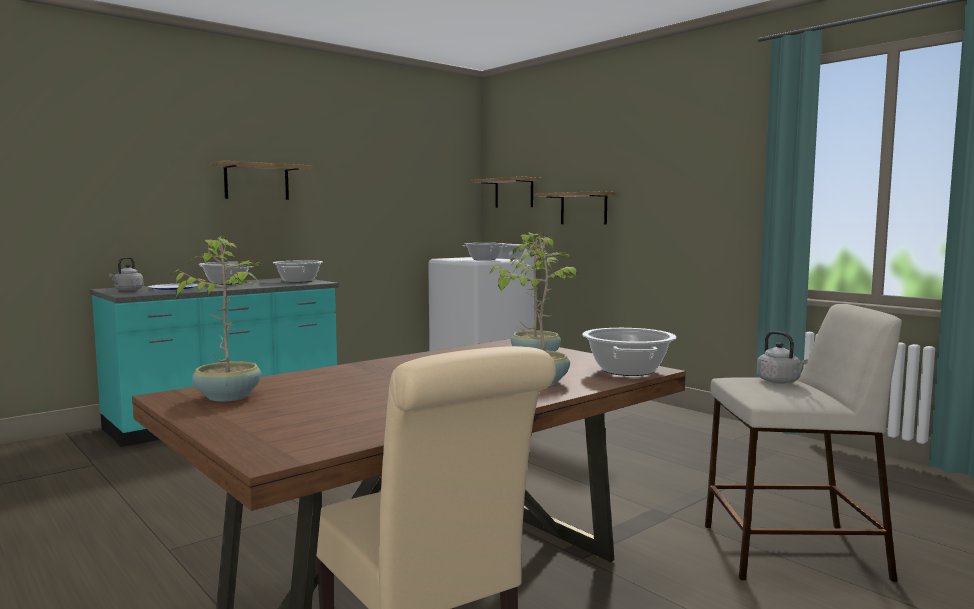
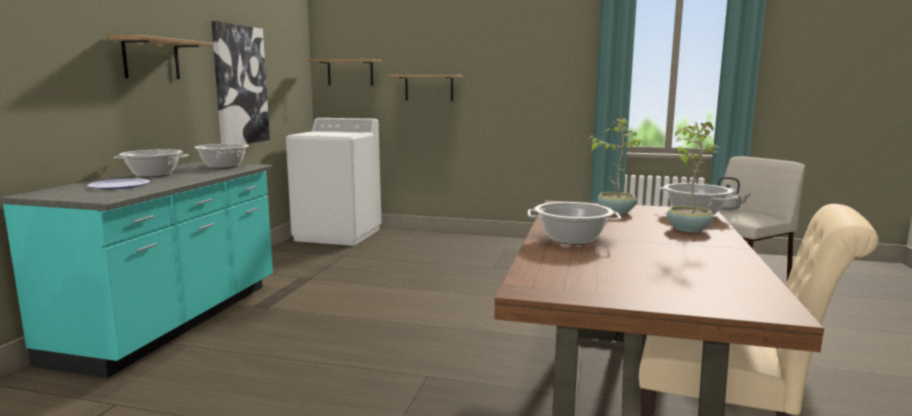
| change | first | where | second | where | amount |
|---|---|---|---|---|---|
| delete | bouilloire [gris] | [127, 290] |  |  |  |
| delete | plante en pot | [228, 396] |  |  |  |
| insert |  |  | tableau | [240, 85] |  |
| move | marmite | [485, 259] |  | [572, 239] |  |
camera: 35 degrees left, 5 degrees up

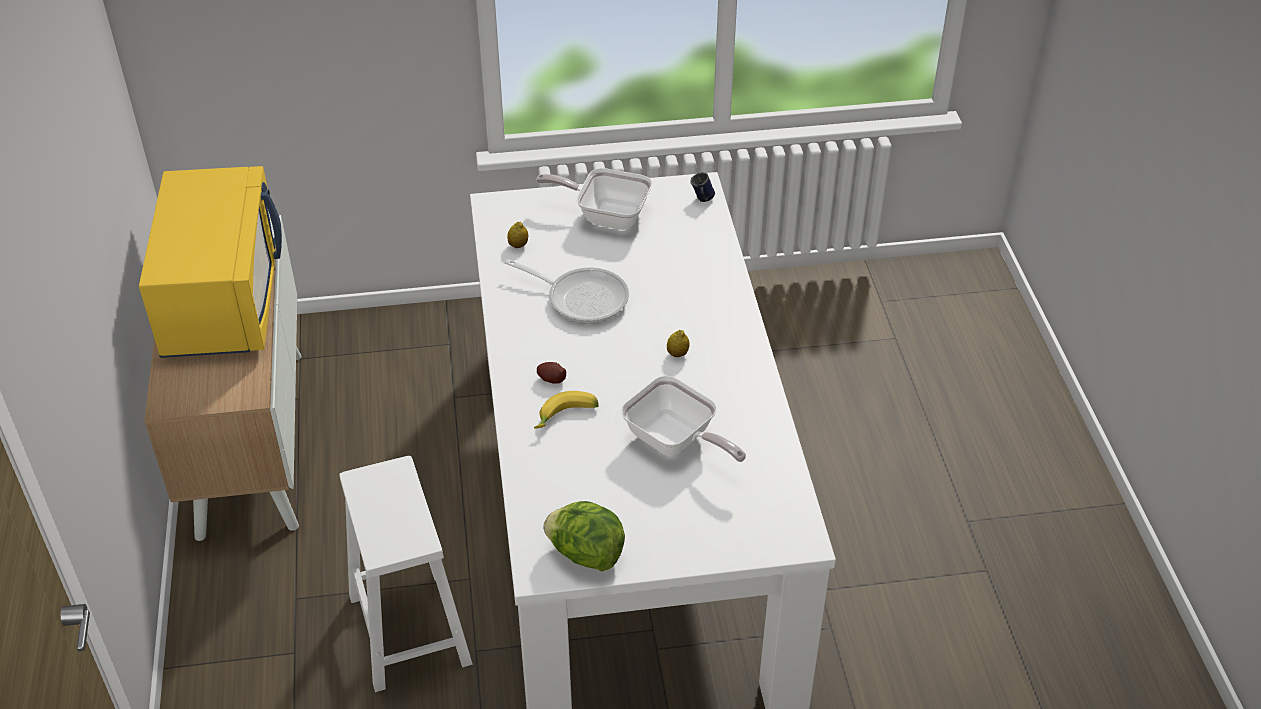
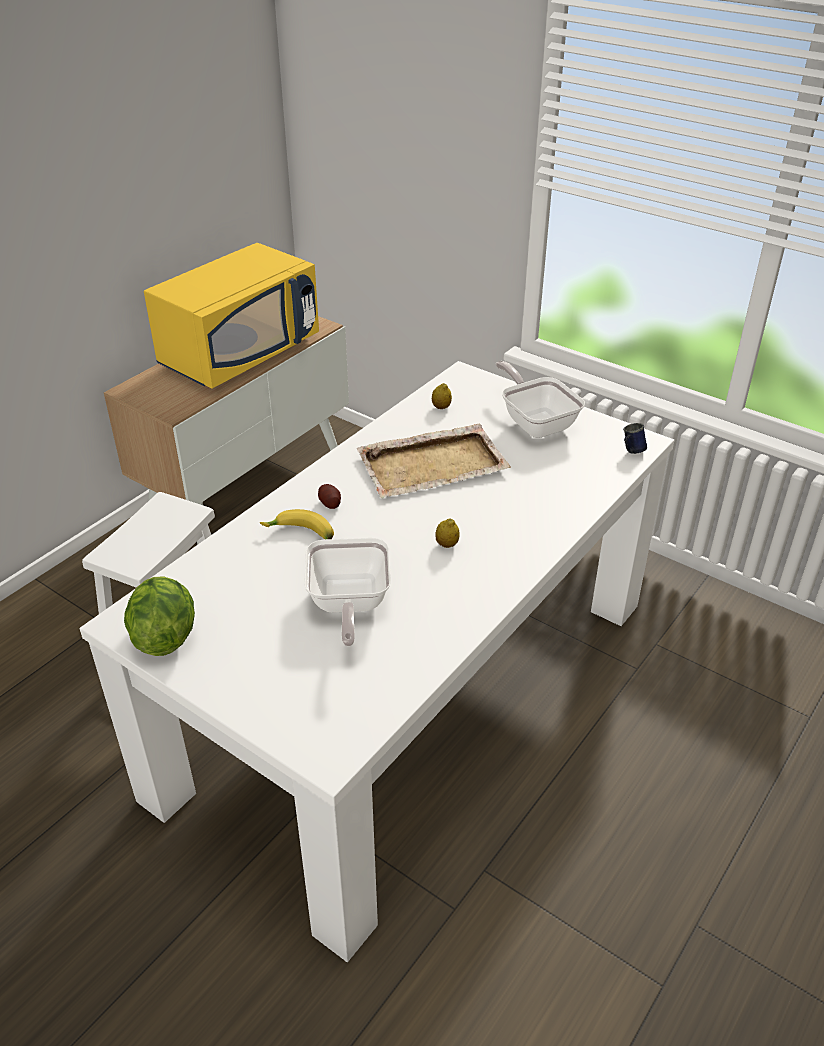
| change | first | where | second | where | amount |
|---|---|---|---|---|---|
| replace | poêle | [581, 298] | plateau [beige] | [434, 464] |  |
camera: 45 degrees right, 5 degrees down

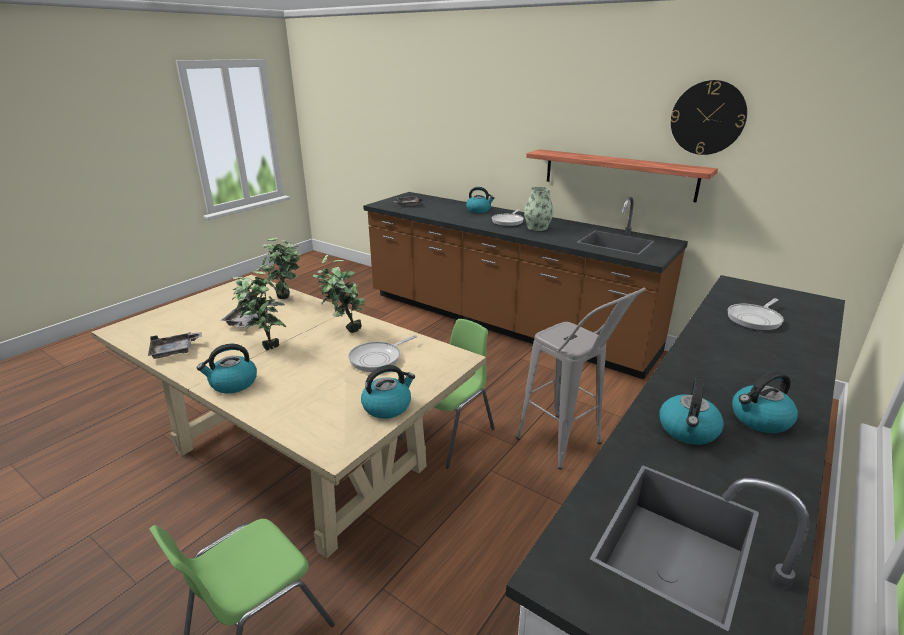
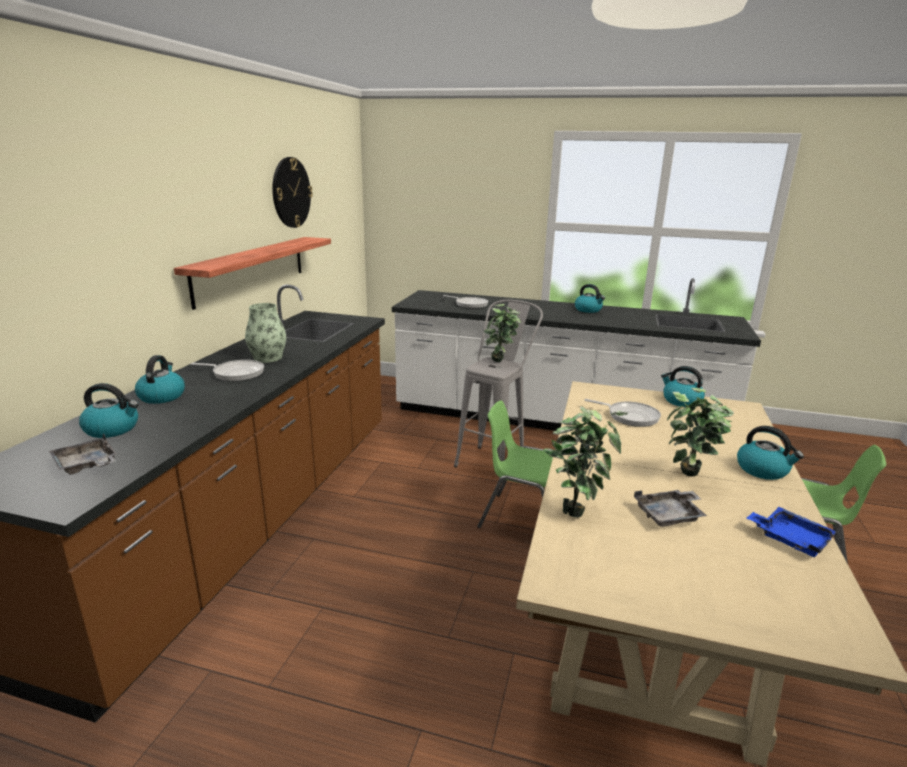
| change | first | where | second | where | amount |
|---|---|---|---|---|---|
| move | plante en pot | [344, 331] |  | [501, 363] |  |
| move | bouilloire | [688, 430] |  | [113, 429] |  |
| recolor | plateau [gris] | [175, 351] | plateau [bleu] | [790, 538] |  |
camera: 110 degrees left, 5 degrees down

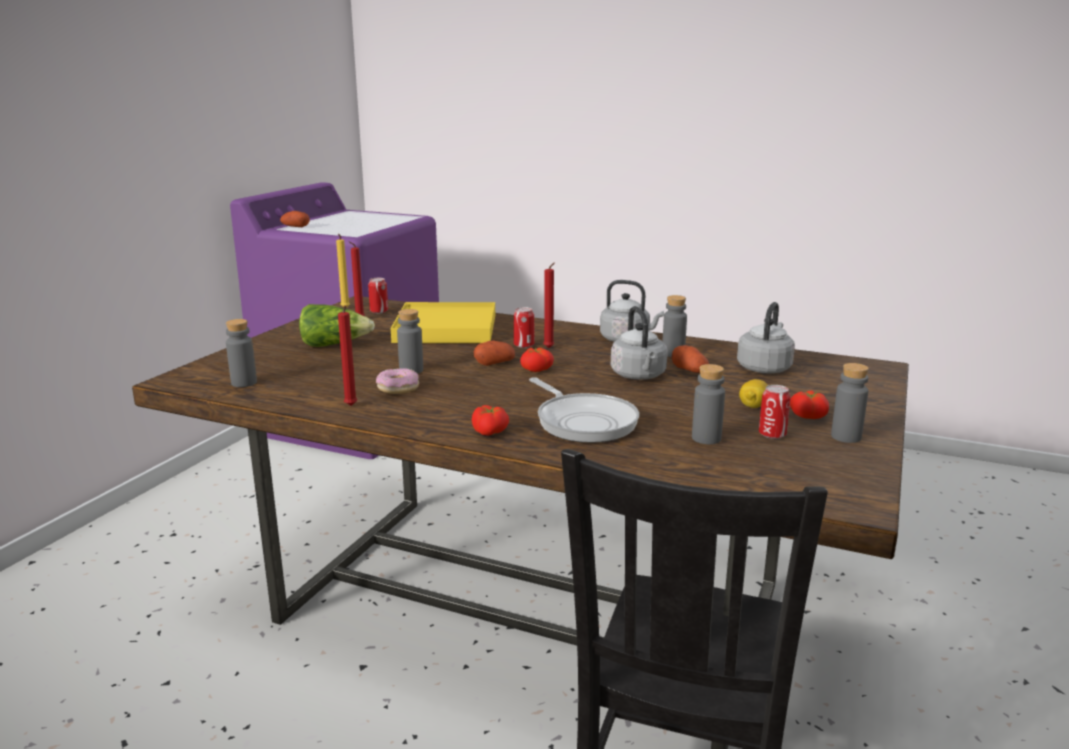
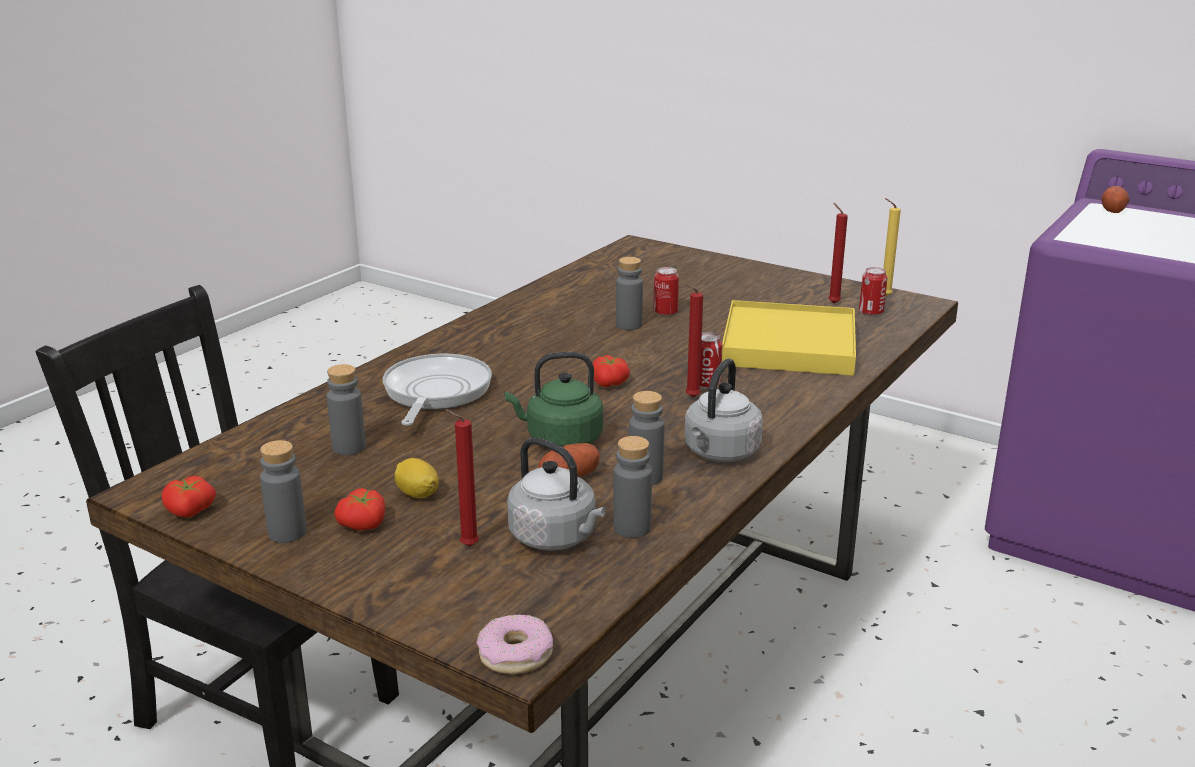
| change | first | where | second | where | amount |
|---|---|---|---|---|---|
| delete | laitue | [334, 344] |  |  |  |
| delete | pomme de terre | [494, 363] |  |  |  |
| move | bouteille [gris] | [244, 383] |  | [632, 528] |  |
| move | bougie [rouge] | [351, 406] |  | [466, 546] |  |
| move | beignet | [398, 388] |  | [515, 654] |  |
| move | tomate | [491, 432] |  | [190, 512] |  |
| move | boîte métallique | [772, 434] |  | [665, 312] |  |
| recolor | bouilloire [gris] | [639, 376] | bouilloire [vert] | [560, 439] |  |
| rotate | poêle | [583, 422] |  | [435, 392] | 120 degrees clockwise |
camera: 100 degrees right, 5 degrees up

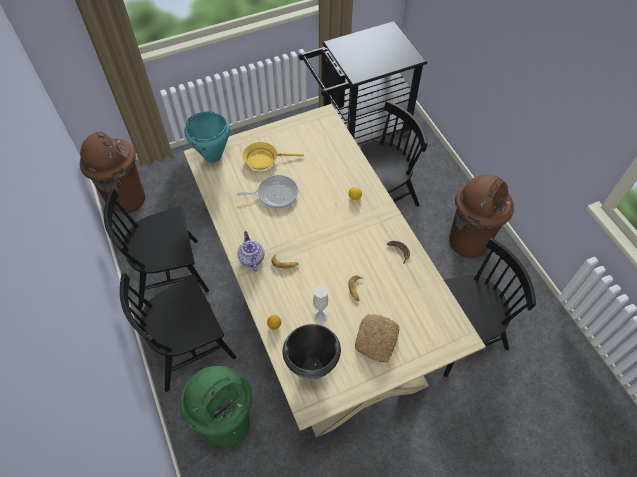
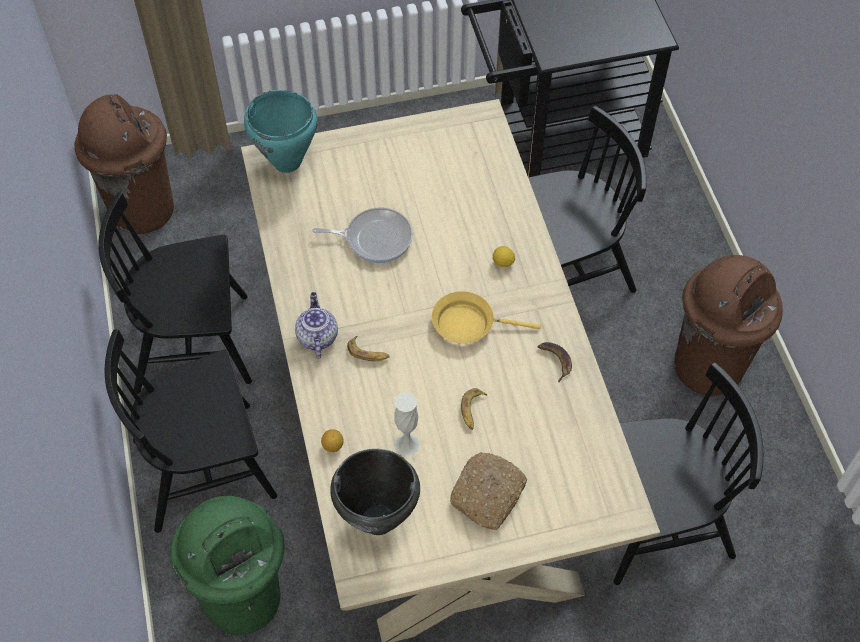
| change | first | where | second | where | amount |
|---|---|---|---|---|---|
| move | poêle [jaune] | [264, 159] |  | [468, 324] |  |
camera: 10 degrees right, 0 degrees up

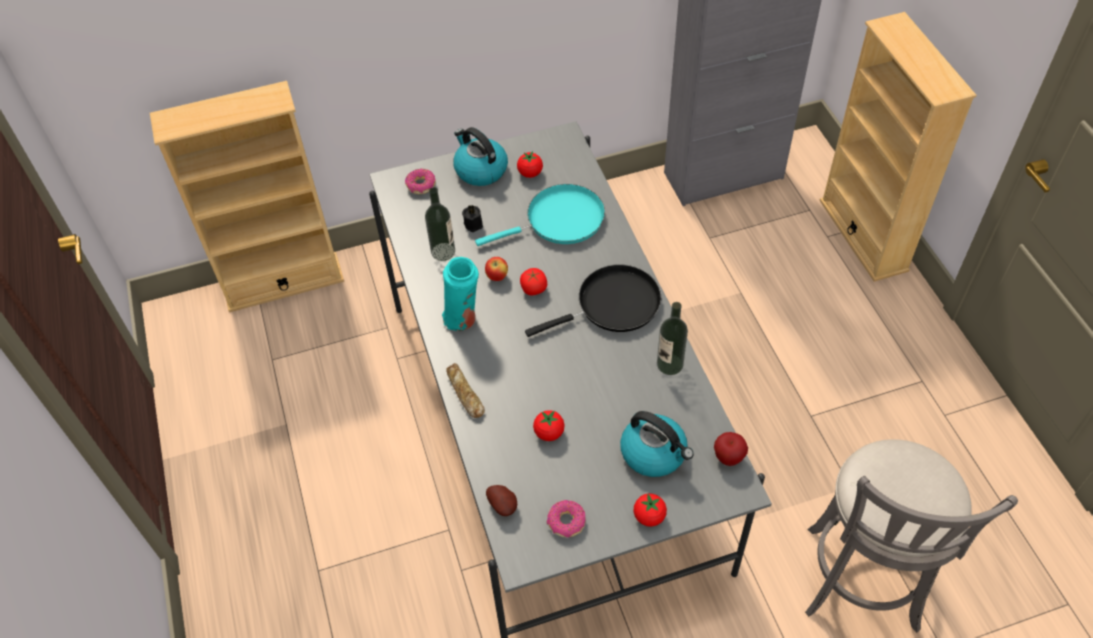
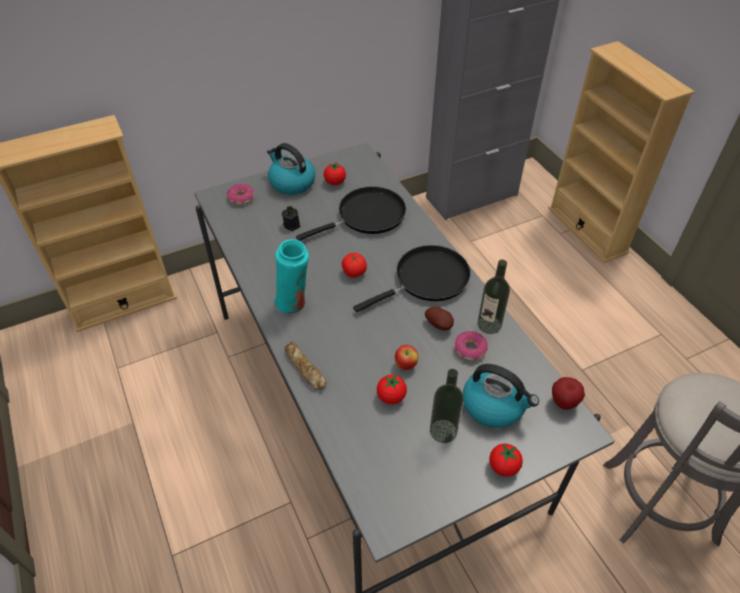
| change | first | where | second | where | amount |
|---|---|---|---|---|---|
| move | bouteille | [443, 251] |  | [443, 431] |  |
| move | pomme | [497, 277] |  | [406, 365] |  |
| move | pomme de terre | [504, 505] |  | [439, 325] |  |
| move | beignet | [566, 522] |  | [470, 349] |  |
| recolor | poêle [turquoise] | [559, 220] | poêle [noir] | [367, 216] |  |
camera: 10 degrees left, 5 degrees down

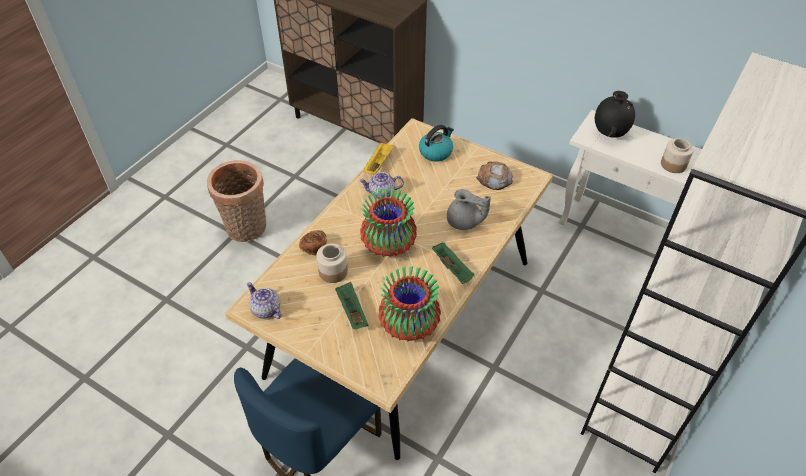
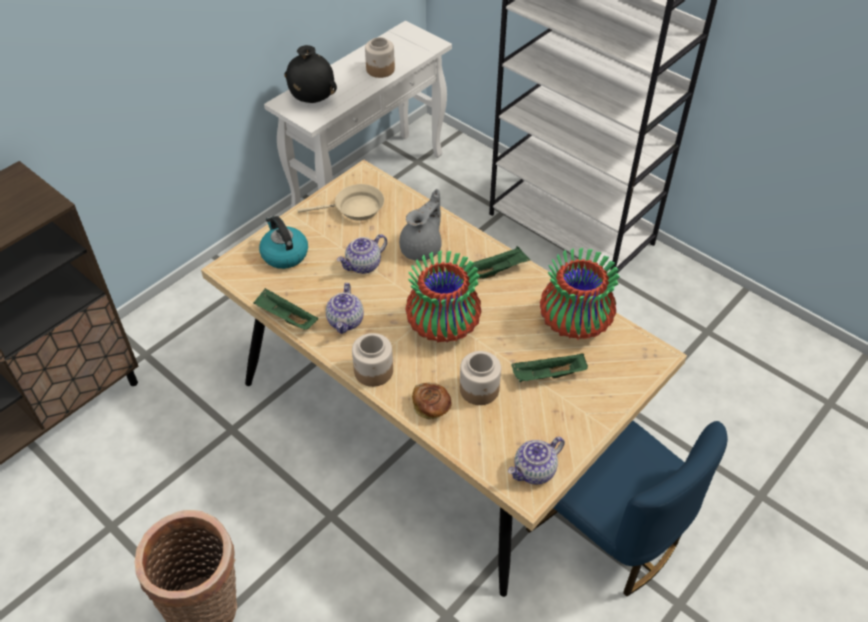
| change | first | where | second | where | amount |
|---|---|---|---|---|---|
| insert |  |  | théière | [363, 265] |  |
| insert |  |  | bocal | [373, 371] |  |
| replace | pain | [494, 178] | poêle [beige] | [355, 209] |  |
| recolor | plateau [jaune] | [378, 164] | plateau [vert] | [285, 318] |  |
camera: 80 degrees left, 0 degrees up

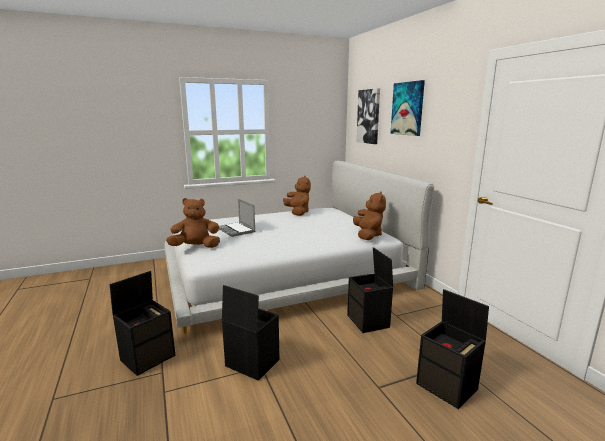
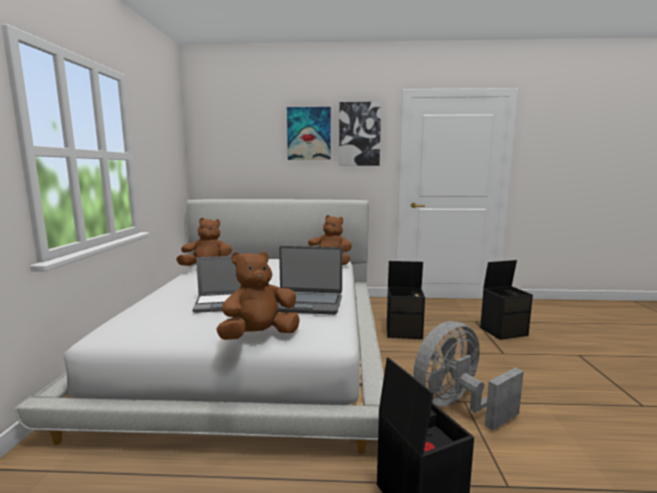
| change | first | where | second | where | amount |
|---|---|---|---|---|---|
| insert |  |  | ordinateur portable | [306, 304] |  |
| move | tableau | [369, 116] |  | [359, 134] |  |
| replace | boîte de rangement [noir] | [251, 363] | ventilateur [gris] | [456, 406] |  |
| rotate | peluche [marron] | [196, 247] |  | [259, 336] | 45 degrees clockwise |
camera: 65 degrees left, 5 degrees down

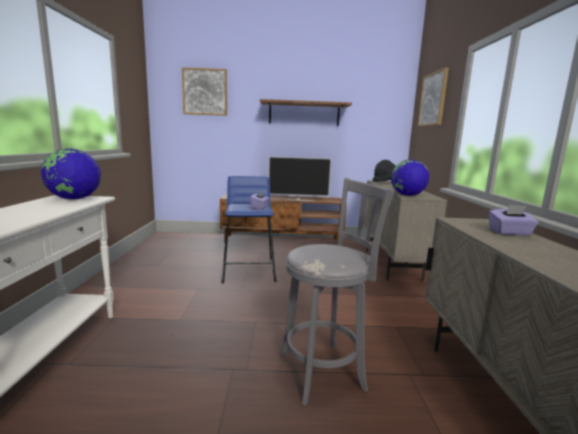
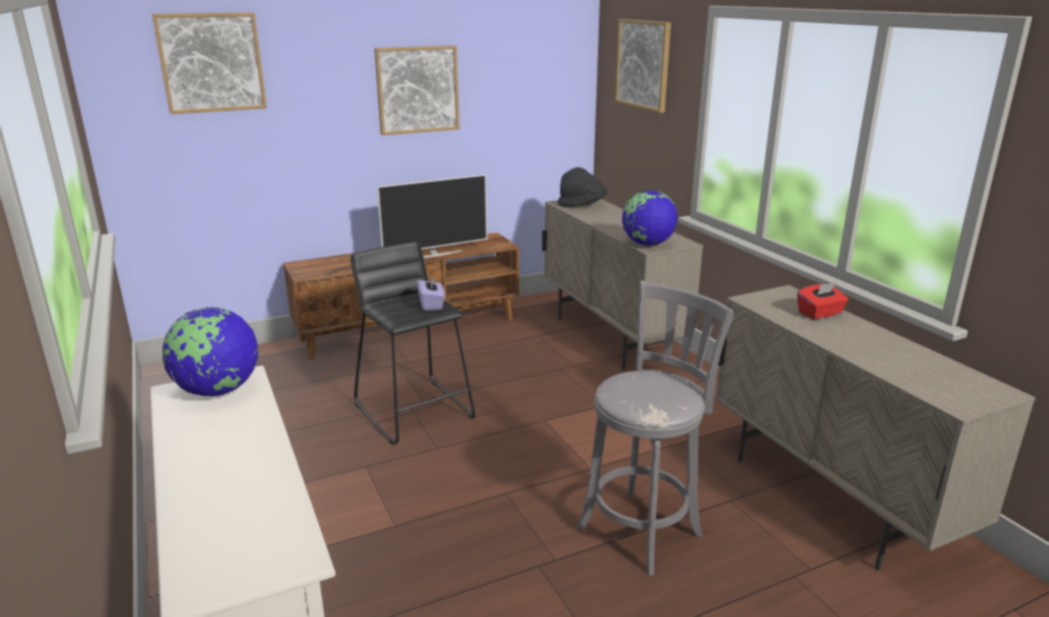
| change | first | where | second | where | amount |
|---|---|---|---|---|---|
| replace | étagère [marron] | [304, 114] | tableau | [417, 89] |  |
| recolor | tabouret [bleu] | [249, 272] | tabouret [noir] | [415, 410] |  |
| recolor | boîte à mouchoirs [violet] | [510, 233] | boîte à mouchoirs [rouge] | [820, 313] |  |
camera: 25 degrees left, 10 degrees up

